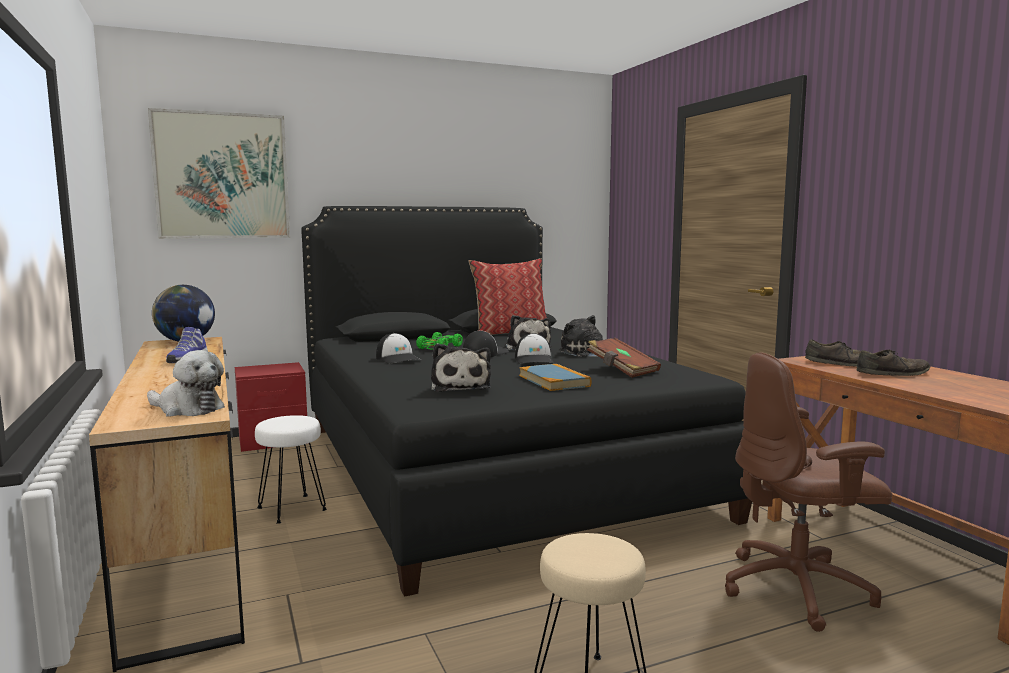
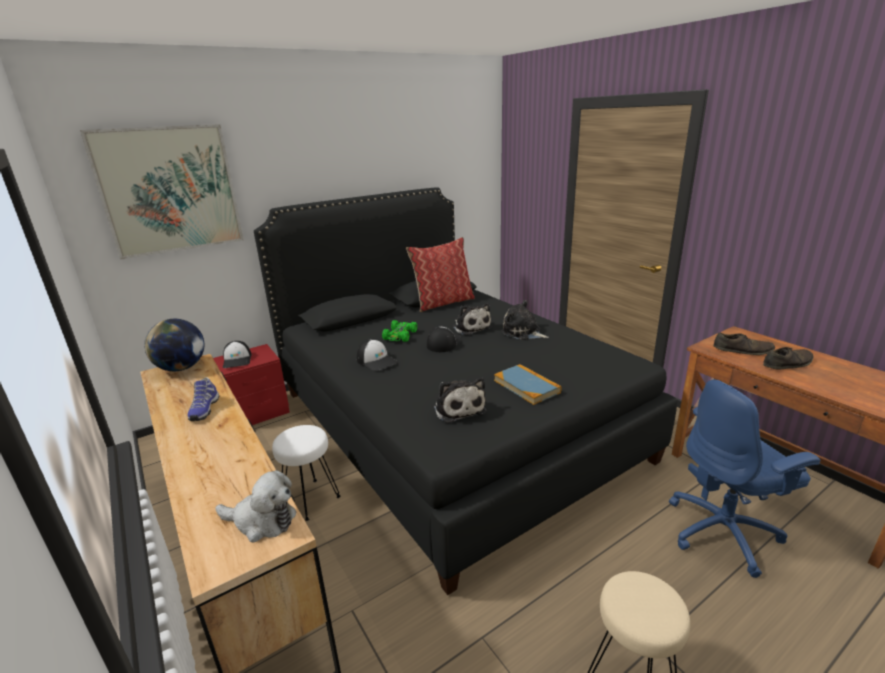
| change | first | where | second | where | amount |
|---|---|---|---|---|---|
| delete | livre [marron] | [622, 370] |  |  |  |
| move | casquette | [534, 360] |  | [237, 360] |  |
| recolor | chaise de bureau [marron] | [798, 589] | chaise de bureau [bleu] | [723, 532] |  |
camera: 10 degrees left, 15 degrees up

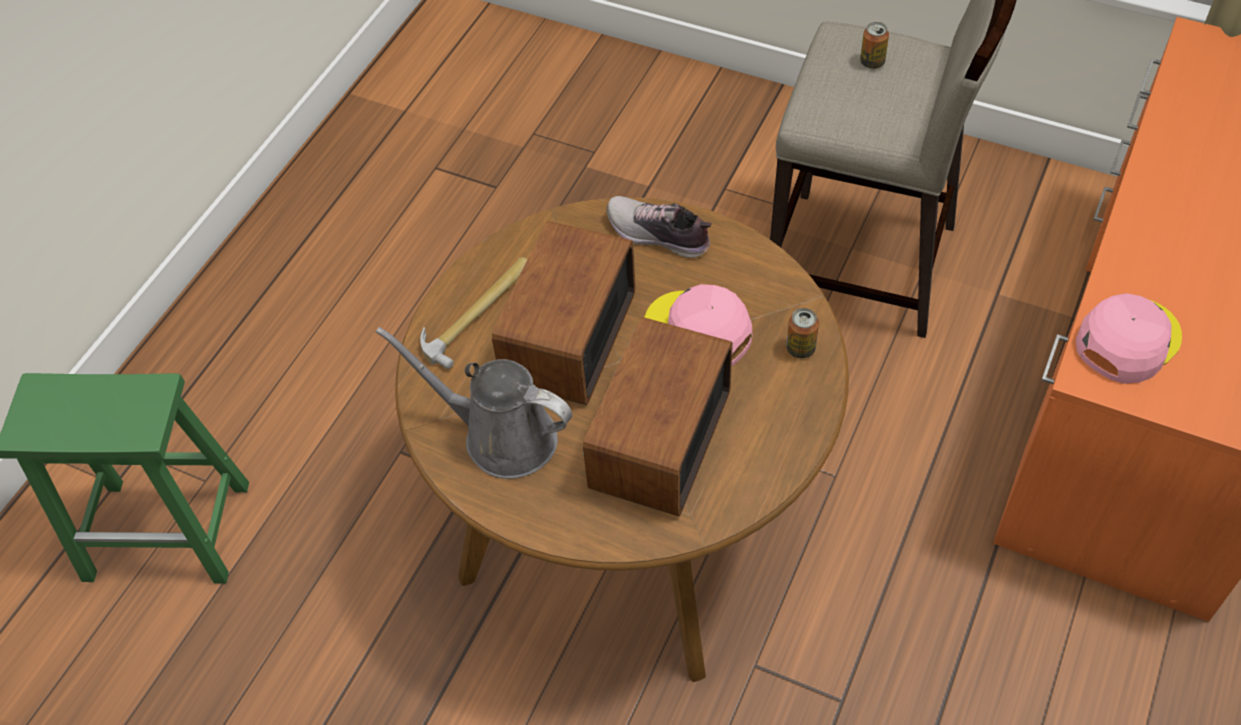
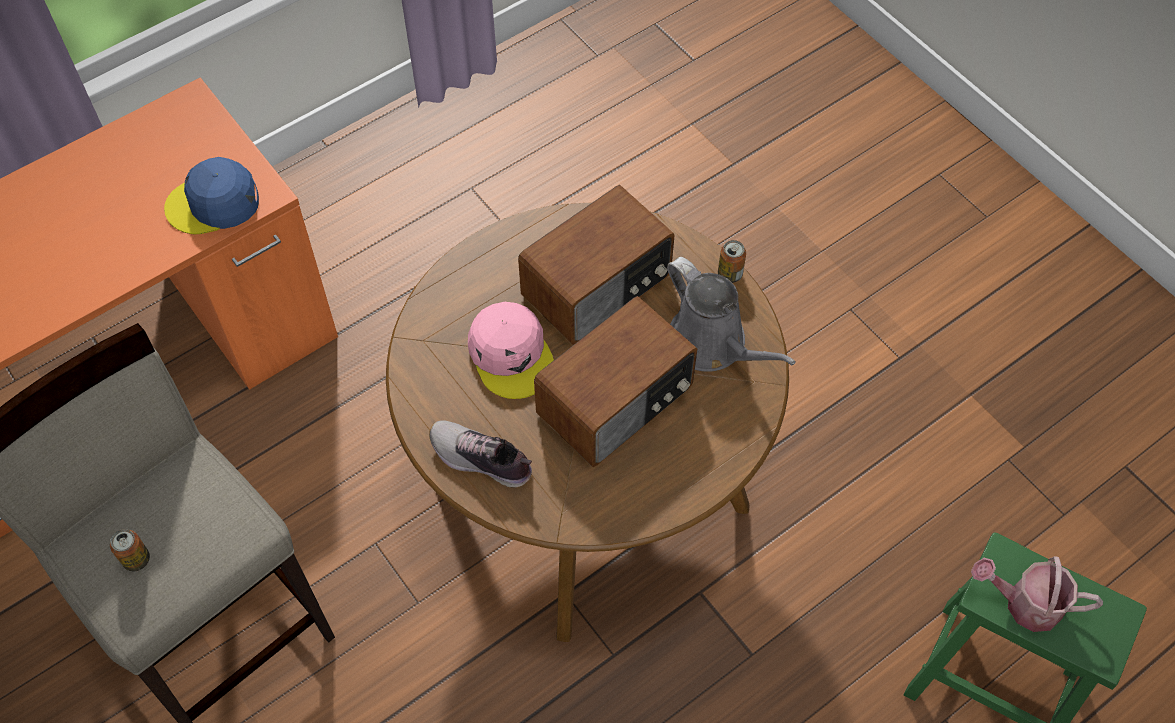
| change | first | where | second | where | amount |
|---|---|---|---|---|---|
| delete | marteau | [479, 313] |  |  |  |
| insert |  |  | arrosoir | [1025, 604] |  |
| move | boîte métallique | [800, 348] |  | [730, 274] |  |
| recolor | casquette [rose] | [1127, 340] | casquette [bleu] | [214, 203] |  |
| rotate | chaussure | [658, 236] |  | [481, 460] | 150 degrees clockwise |
camera: 155 degrees left, 5 degrees up

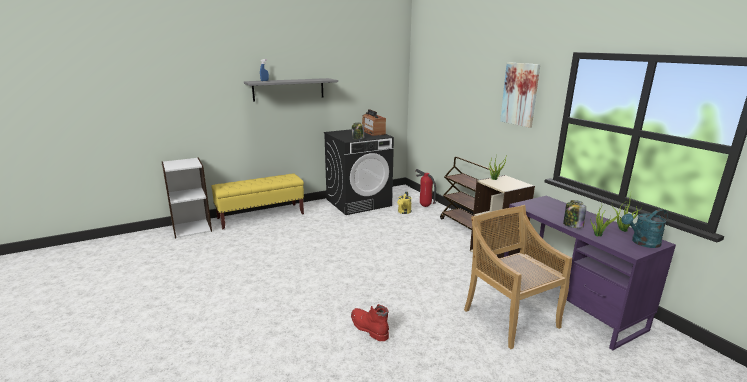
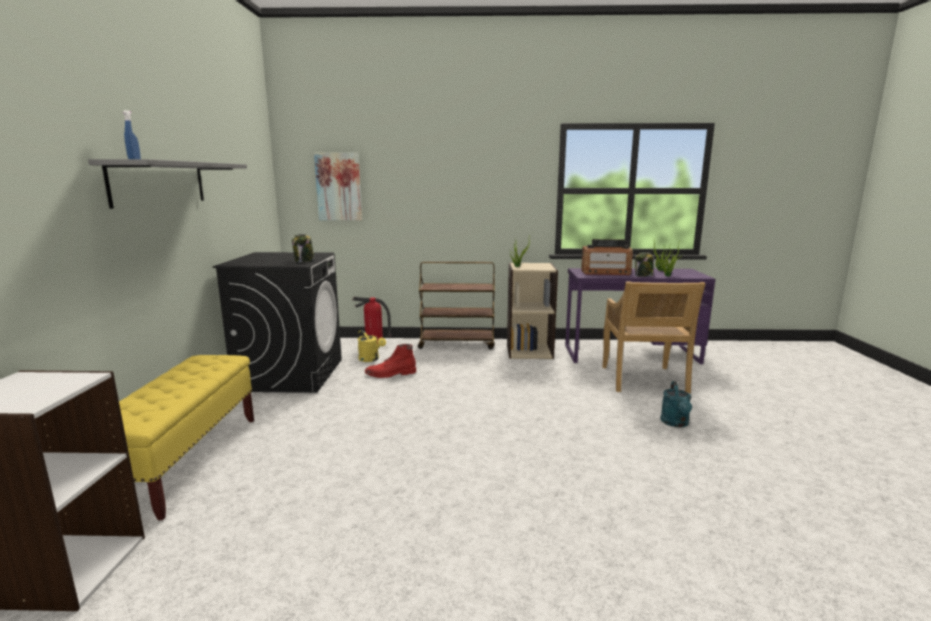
| change | first | where | second | where | amount |
|---|---|---|---|---|---|
| move | botte [rouge] | [368, 327] |  | [390, 374] |  |
| move | radio | [373, 132] |  | [605, 272] |  |
| move | tableau | [520, 94] |  | [338, 187] |  |
| move | arrosoir [turquoise] | [642, 243] |  | [675, 423] |  |
| rotate | chaise [beige] | [510, 317] |  | [643, 380] | 90 degrees counterclockwise |
camera: 60 degrees left, 5 degrees down

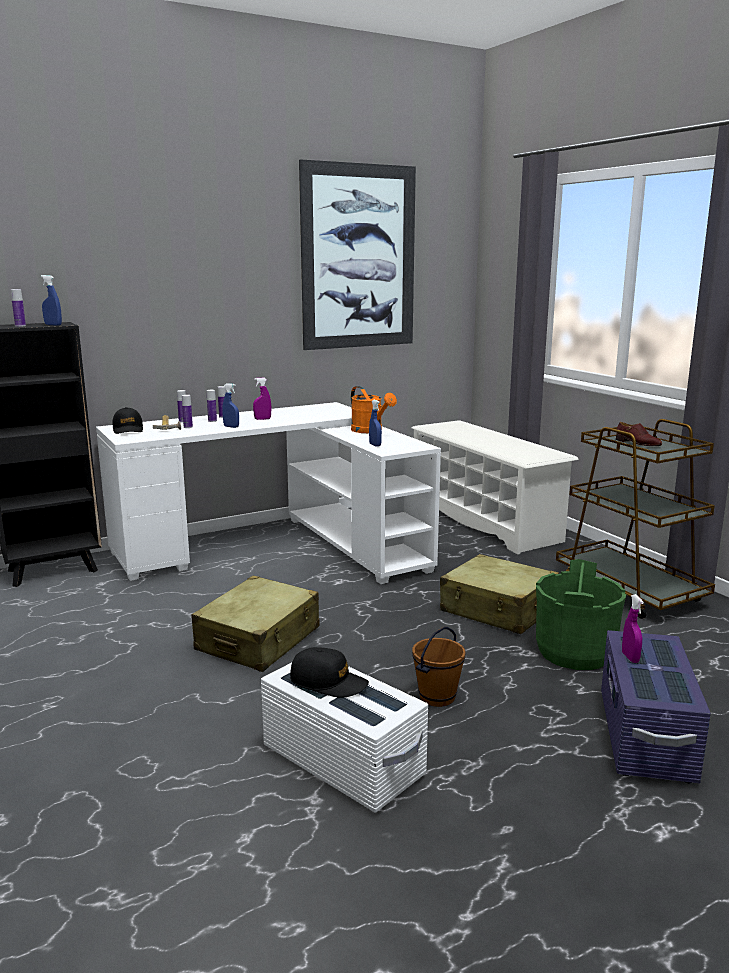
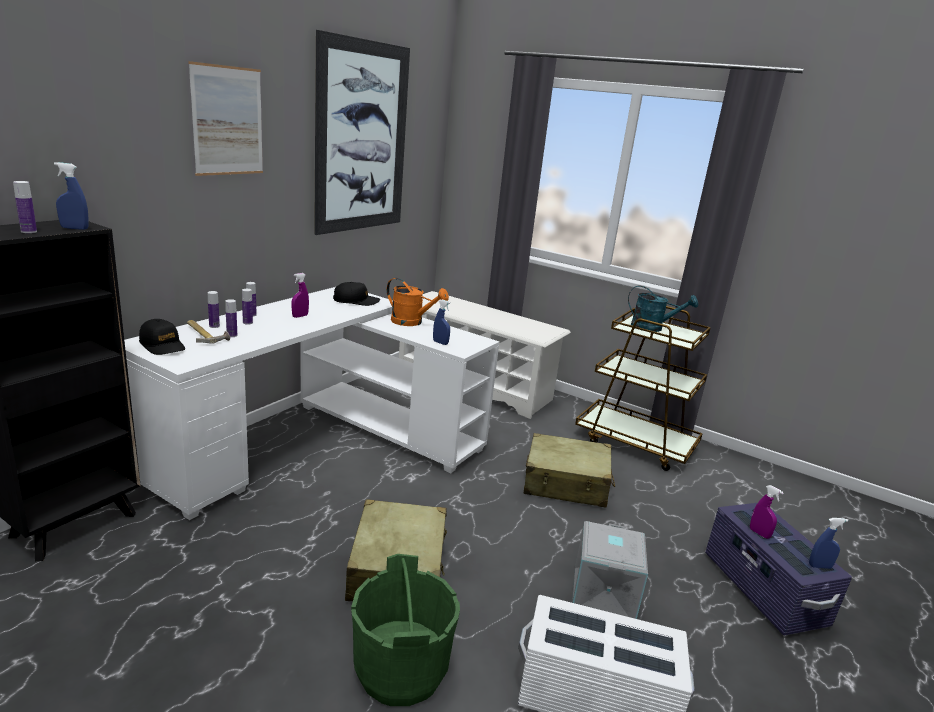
| change | first | where | second | where | amount |
|---|---|---|---|---|---|
| insert |  |  | tableau | [228, 121] |  |
| move | vaporisateur [bleu] | [231, 427] |  | [820, 566] |  |
| move | casquette [noir] | [328, 682] |  | [356, 301] |  |
| move | seau [vert] | [574, 652] |  | [400, 669] |  |
| replace | seau [marron] | [436, 697] | boîte de rangement [gris] | [601, 594] |  |
| replace | chaussure [marron] | [637, 443] | arrosoir [turquoise] | [652, 328] |  |
camera: 30 degrees left, 5 degrees up

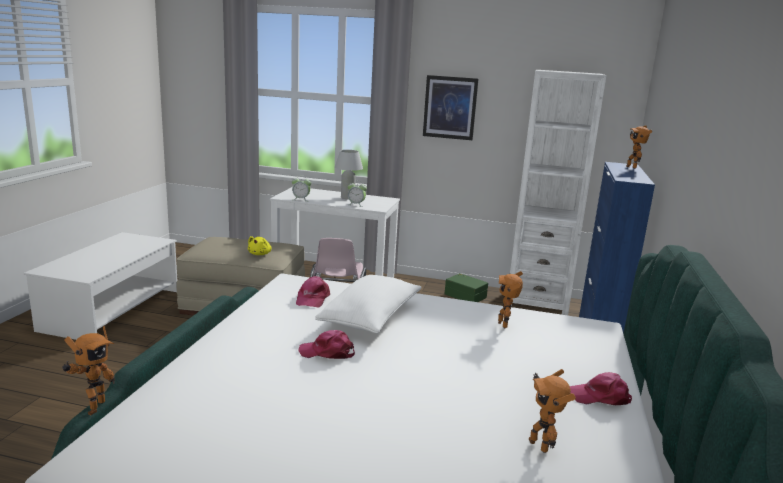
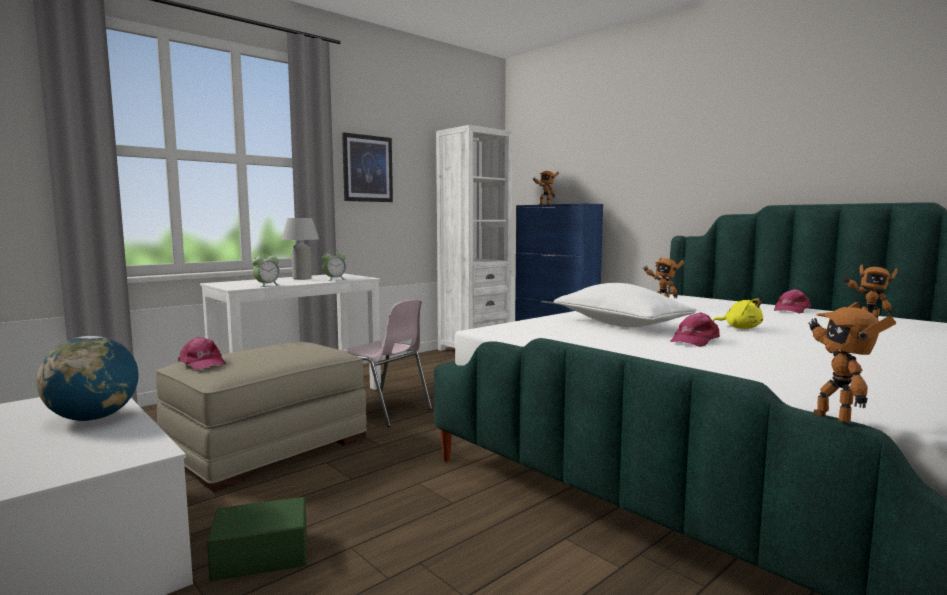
| change | first | where | second | where | amount |
|---|---|---|---|---|---|
| insert |  |  | globe | [93, 418] |  |
| move | peluche [jaune] | [260, 254] |  | [740, 328] |  |
| move | casquette [rose] | [312, 298] |  | [202, 363] |  |
| move | boîte de rangement [vert] | [465, 295] |  | [261, 553] |  |
| rotate | robot jouet | [93, 407] |  | [835, 417] | 150 degrees counterclockwise |
camera: 55 degrees left, 10 degrees down

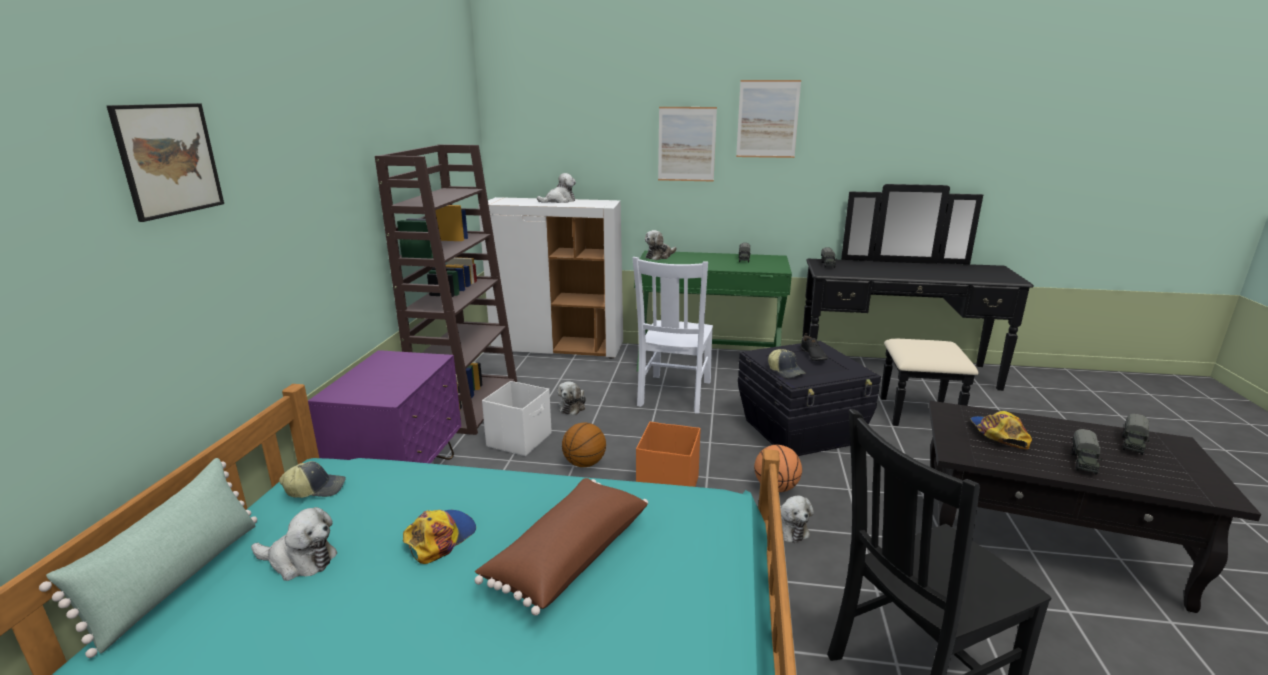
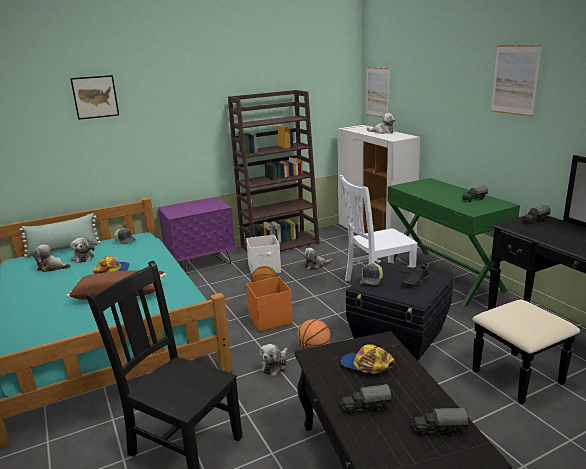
| change | first | where | second | where | amount |
|---|---|---|---|---|---|
| move | peluche | [659, 256] |  | [52, 267] |  |
| move | tableau | [686, 144] |  | [377, 92] |  |
| rotate | casquette | [998, 434] |  | [366, 365] | 120 degrees counterclockwise |
camera: 55 degrees right, 0 degrees up

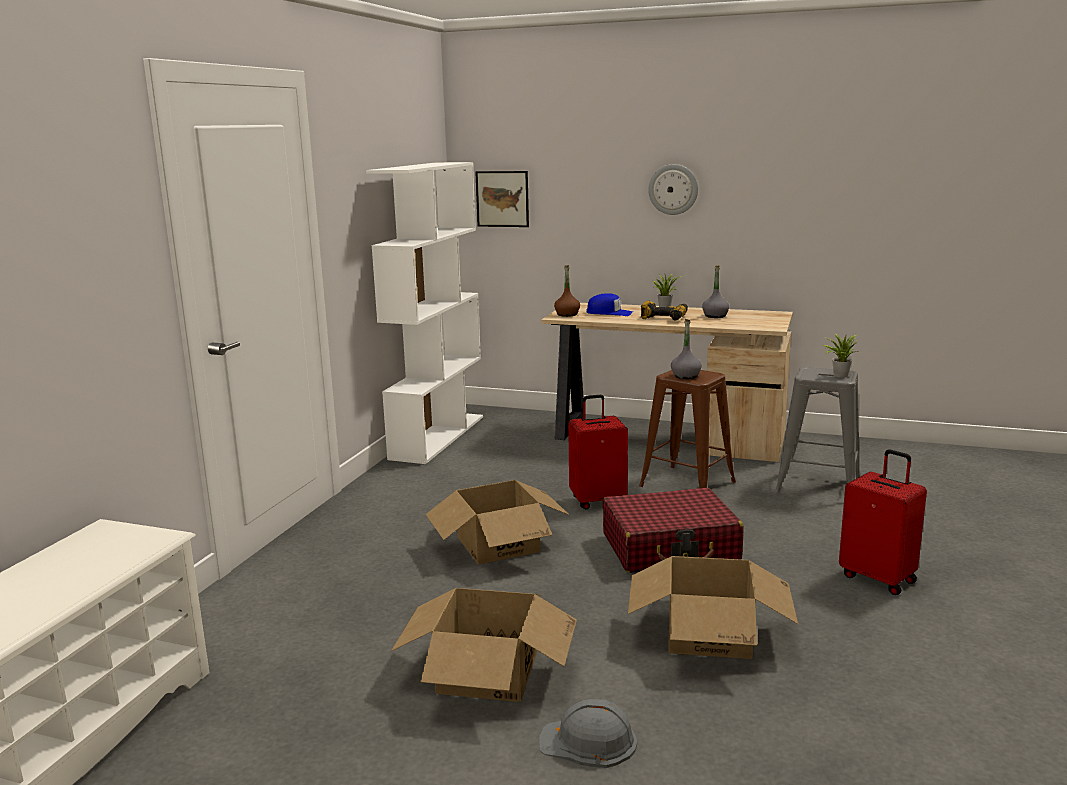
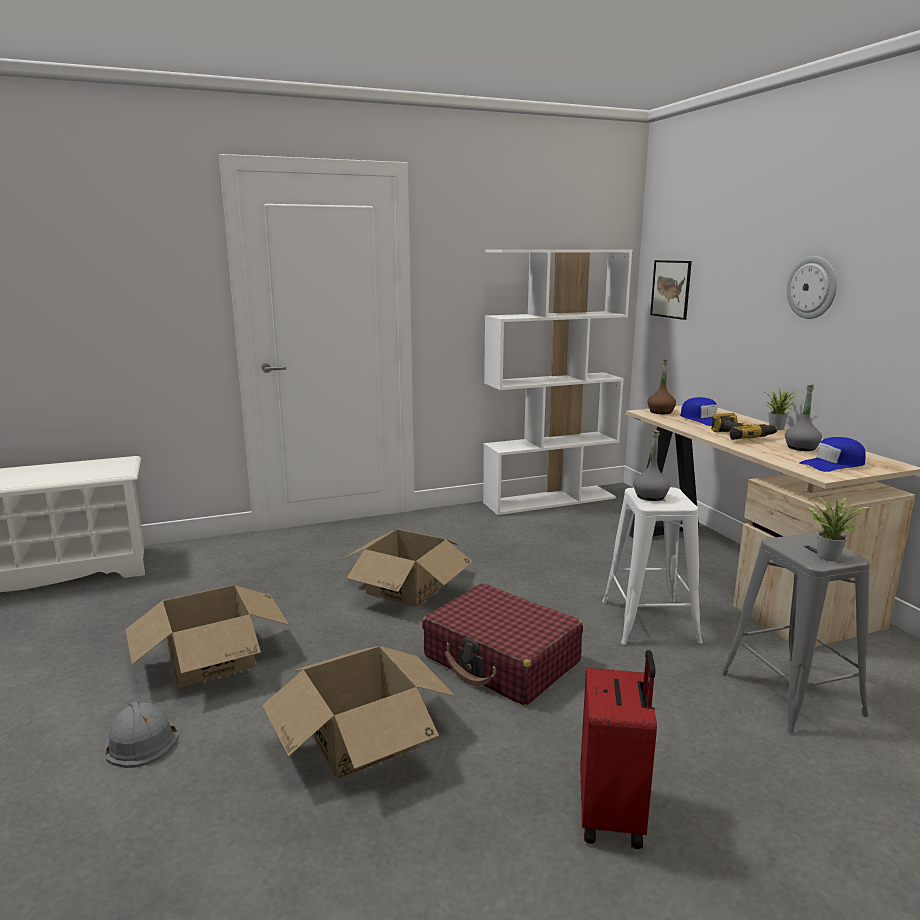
| change | first | where | second | where | amount |
|---|---|---|---|---|---|
| delete | valise [rouge] | [598, 501] |  |  |  |
| insert |  |  | casquette [bleu] | [833, 464] |  |
| recolor | tabouret [marron] | [688, 484] | tabouret [blanc] | [649, 621] |  |
camera: 50 degrees right, 0 degrees up

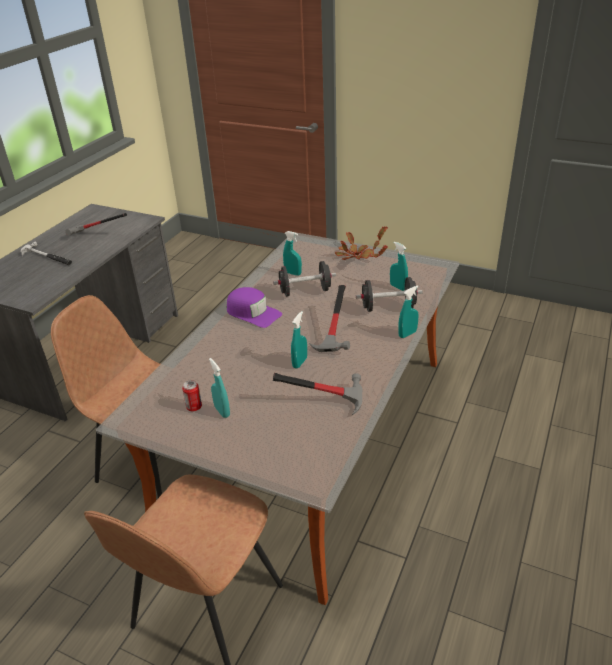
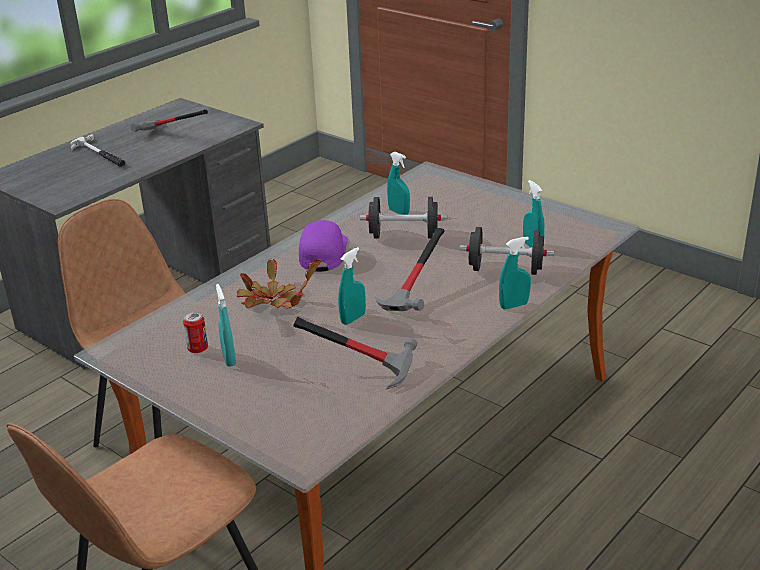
| change | first | where | second | where | amount |
|---|---|---|---|---|---|
| move | plante en pot | [358, 256] |  | [272, 302] |  |
| rotate | casquette [violet] | [253, 313] |  | [323, 253] | 135 degrees counterclockwise |
camera: 15 degrees right, 5 degrees down

